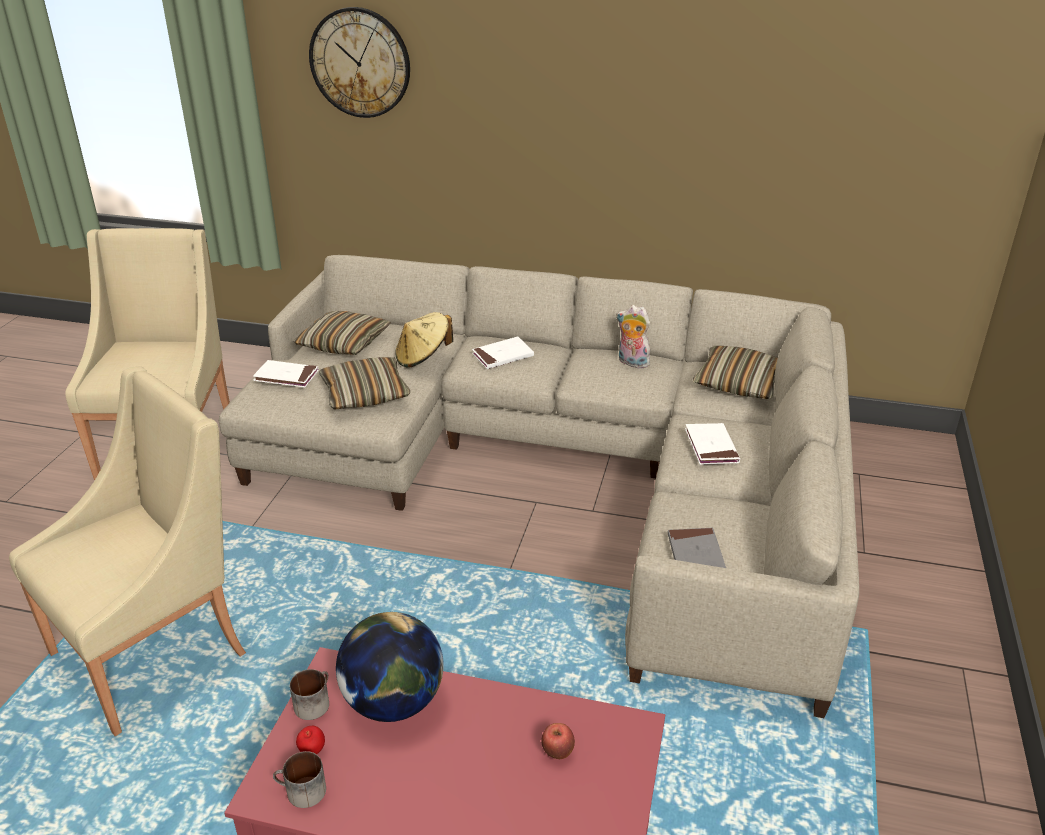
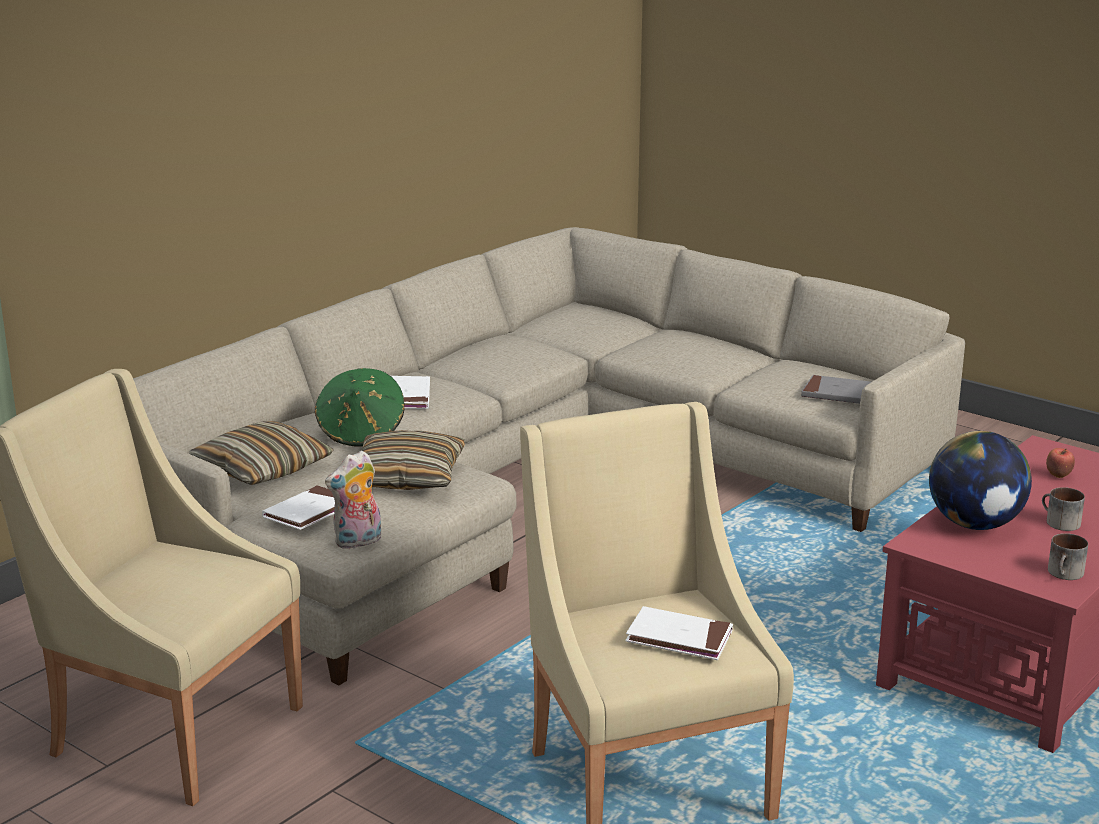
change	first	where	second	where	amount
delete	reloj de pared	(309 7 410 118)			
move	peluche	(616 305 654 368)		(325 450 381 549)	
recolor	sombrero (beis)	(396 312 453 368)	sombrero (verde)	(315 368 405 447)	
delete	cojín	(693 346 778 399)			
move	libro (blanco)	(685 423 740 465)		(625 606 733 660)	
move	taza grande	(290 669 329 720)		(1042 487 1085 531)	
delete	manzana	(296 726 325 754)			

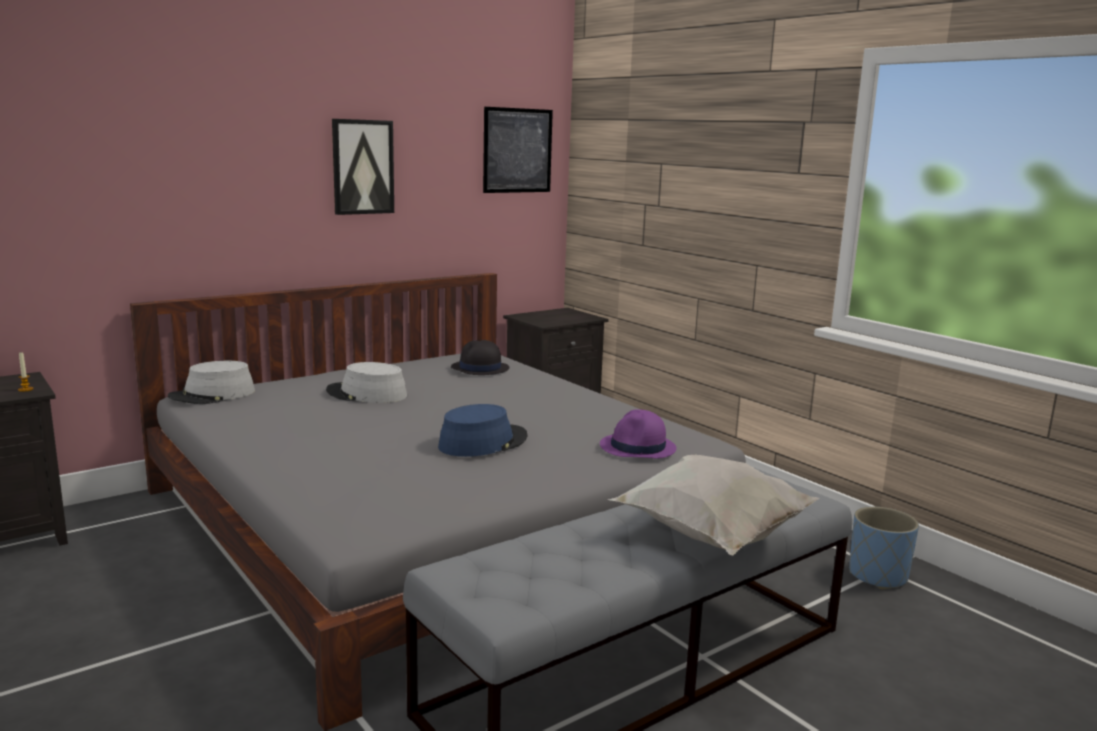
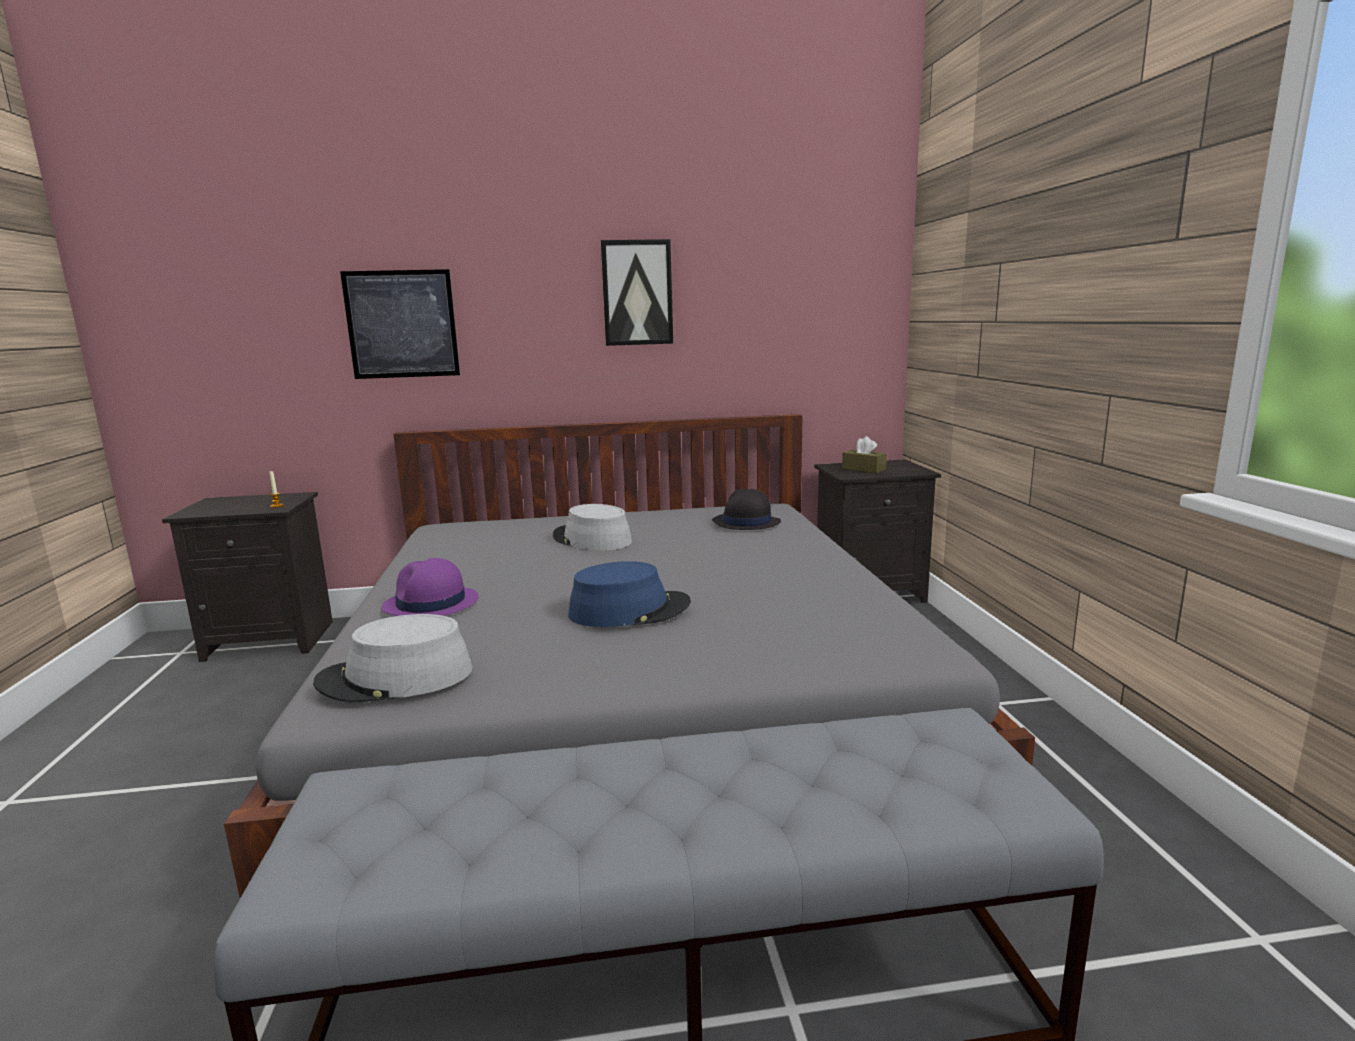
change	first	where	second	where	amount
move	cuadro	(483 107 553 193)		(340 269 460 379)	
move	sombrero (gris)	(168 361 255 404)		(313 614 473 703)	
move	sombrero (morado)	(600 409 677 458)		(381 558 479 616)	
delete	cojín (blanco)	(608 455 820 555)			
delete	maceta (azul)	(849 507 919 589)			
insert			caja de pañuelos (marrón)	(842 436 887 473)	

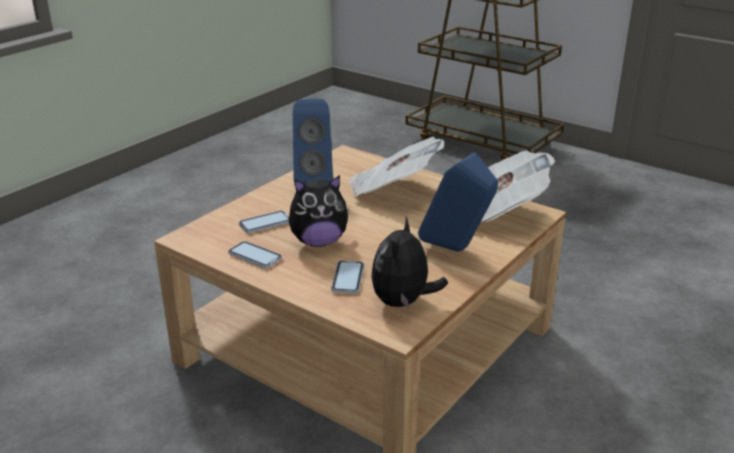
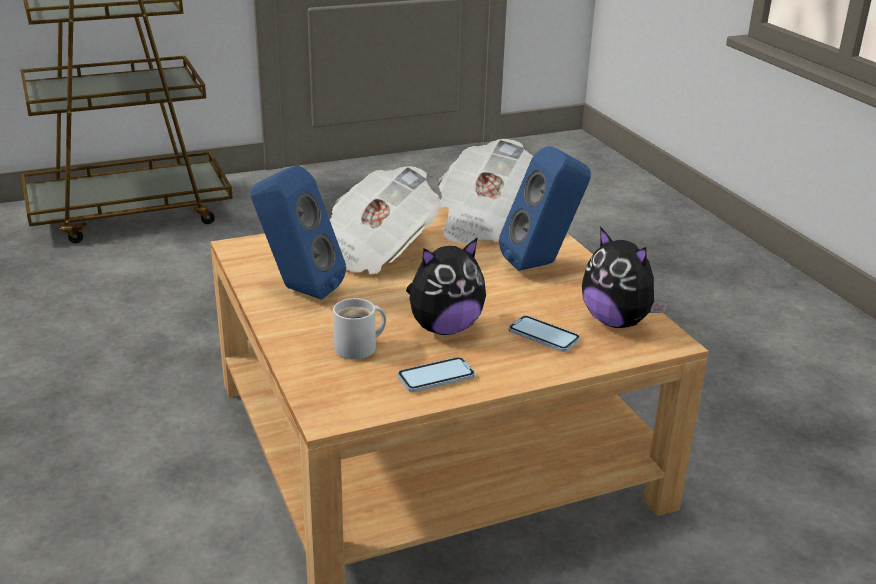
change	first	where	second	where	amount
rotate	peluche	(289 175 349 247)		(406 237 486 335)	45 degrees clockwise
replace	móvil	(239 211 289 233)	taza grande (blanco)	(333 298 386 360)	

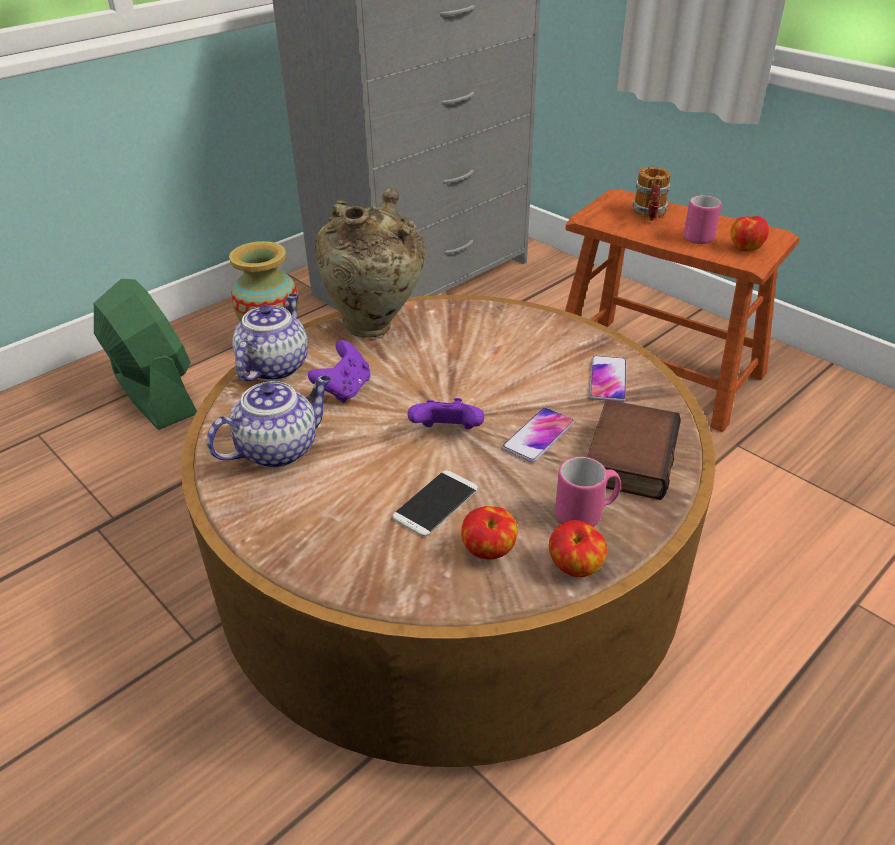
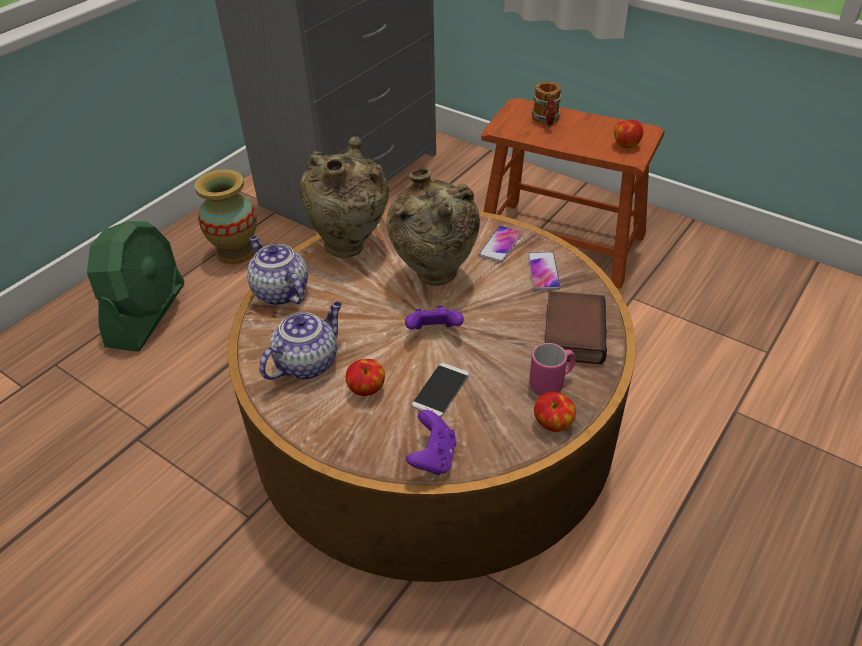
change	first	where	second	where	amount
delete	taza grande (rosa)	(684 195 722 244)			
rotate	ventilador (verde)	(94 279 197 430)		(87 221 184 352)	60 degrees clockwise
rotate	tetera	(232 294 308 381)		(247 236 308 306)	45 degrees counterclockwise
move	mando de consola (morado)	(308 340 371 403)		(406 410 456 475)	
move	móvil	(502 408 574 463)		(479 226 522 263)	
move	manzana	(461 506 518 560)		(346 359 385 396)	
insert			florero (beis)	(386 168 480 286)	

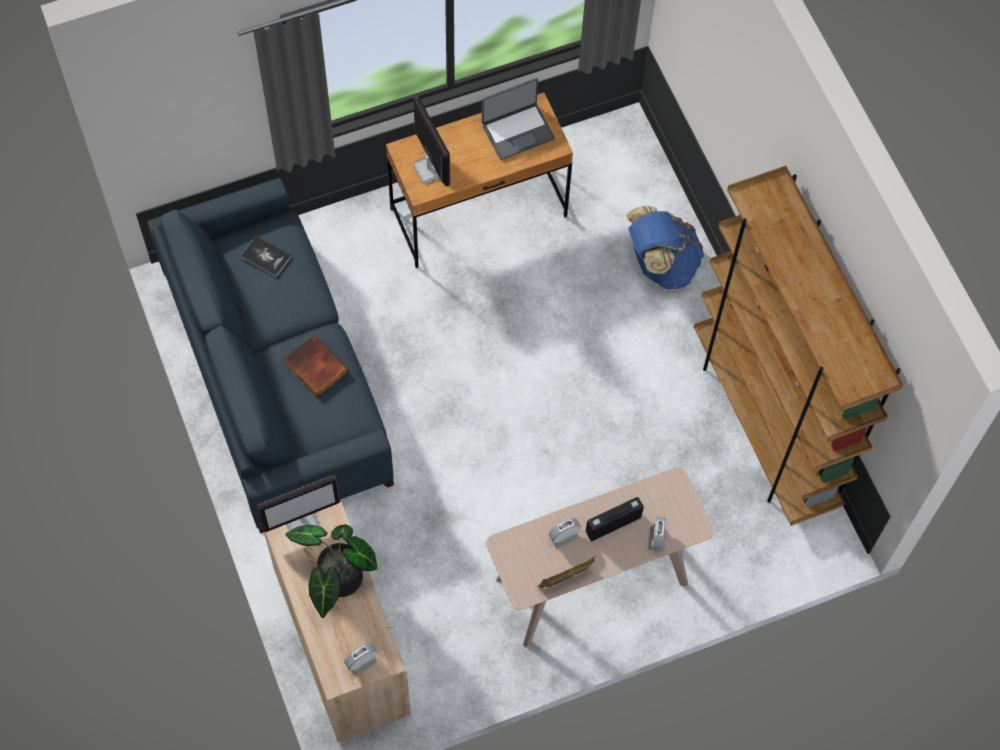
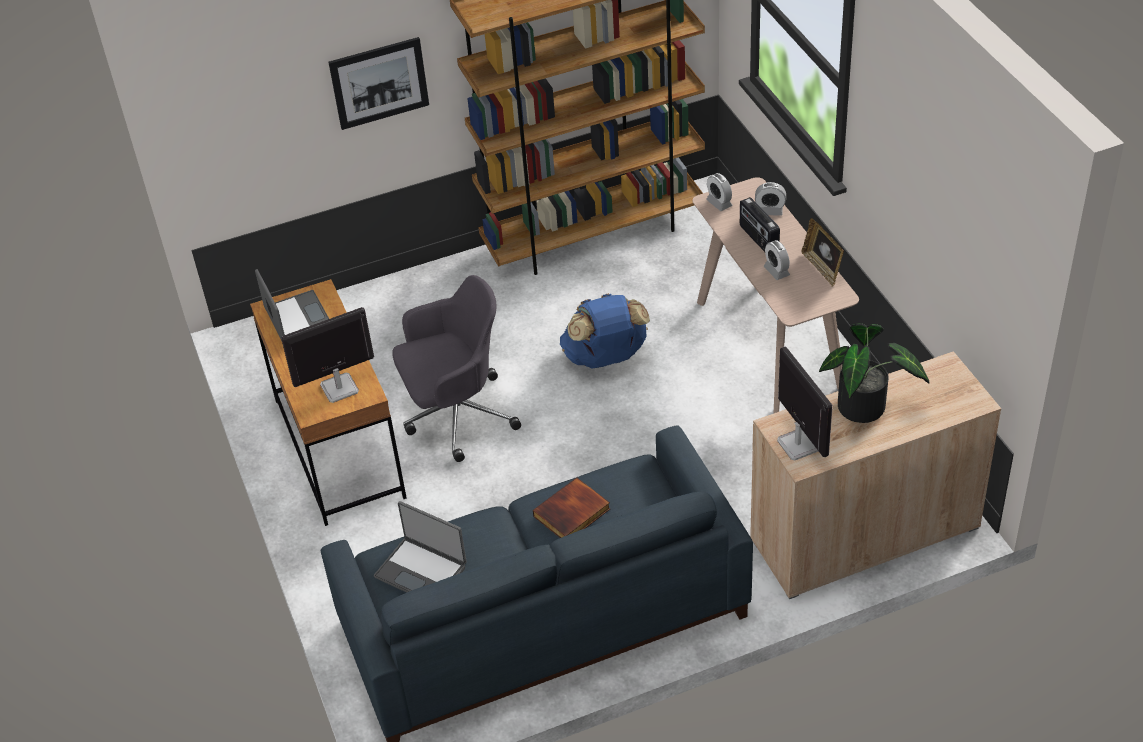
change	first	where	second	where	amount
move	mochila (azul)	(626 205 704 289)		(560 293 650 369)	
replace	libro	(241 236 291 277)	portátil	(374 501 467 593)	
move	despertador	(344 643 377 676)		(706 173 732 211)	
insert			cuadro	(329 37 429 130)	
insert			silla de oficina (gris)	(392 275 521 462)	

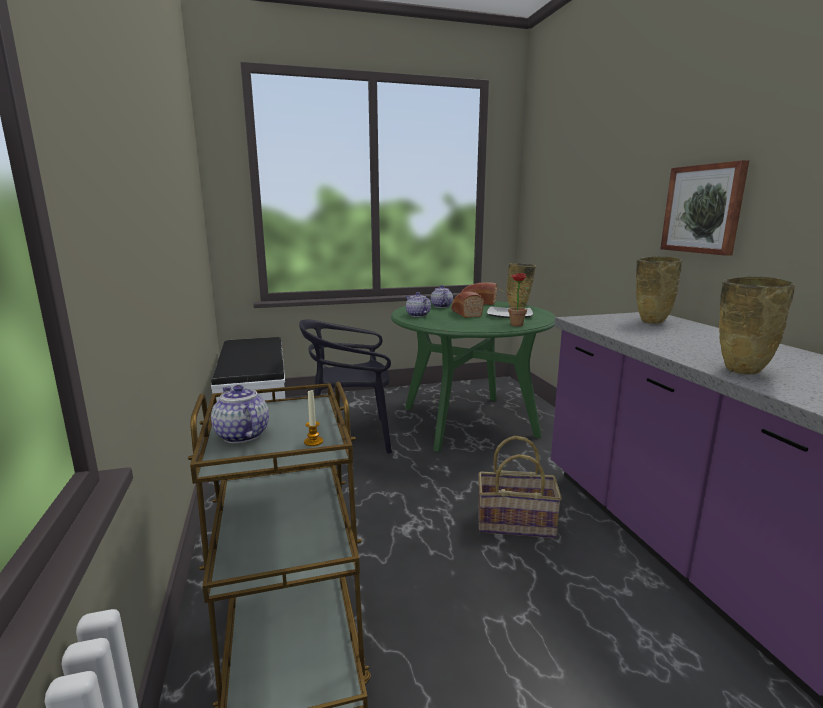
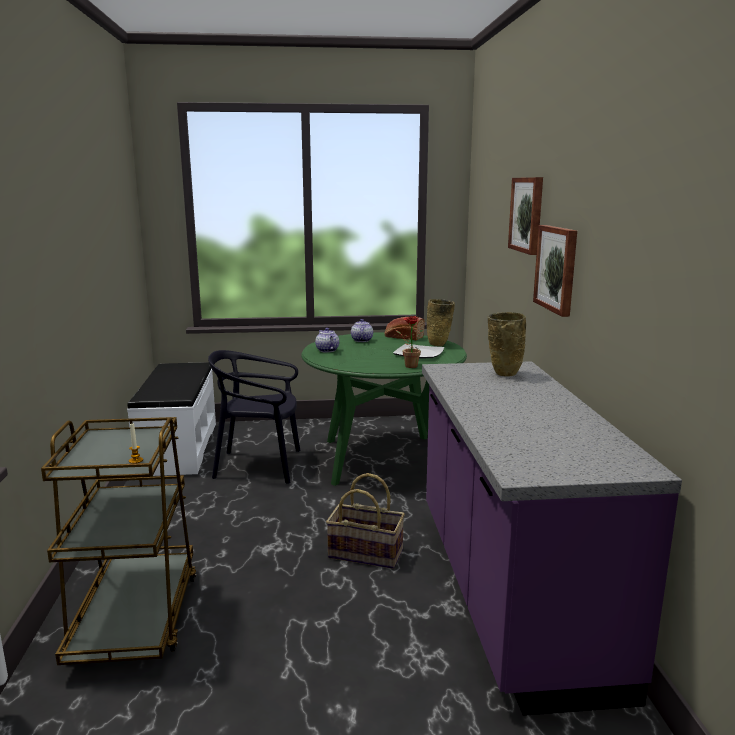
change	first	where	second	where	amount
delete	florero (beis)	(719 276 795 375)			
delete	pan	(451 292 484 318)			
delete	tetera	(211 385 269 443)			
insert			cuadro	(508 177 543 255)	

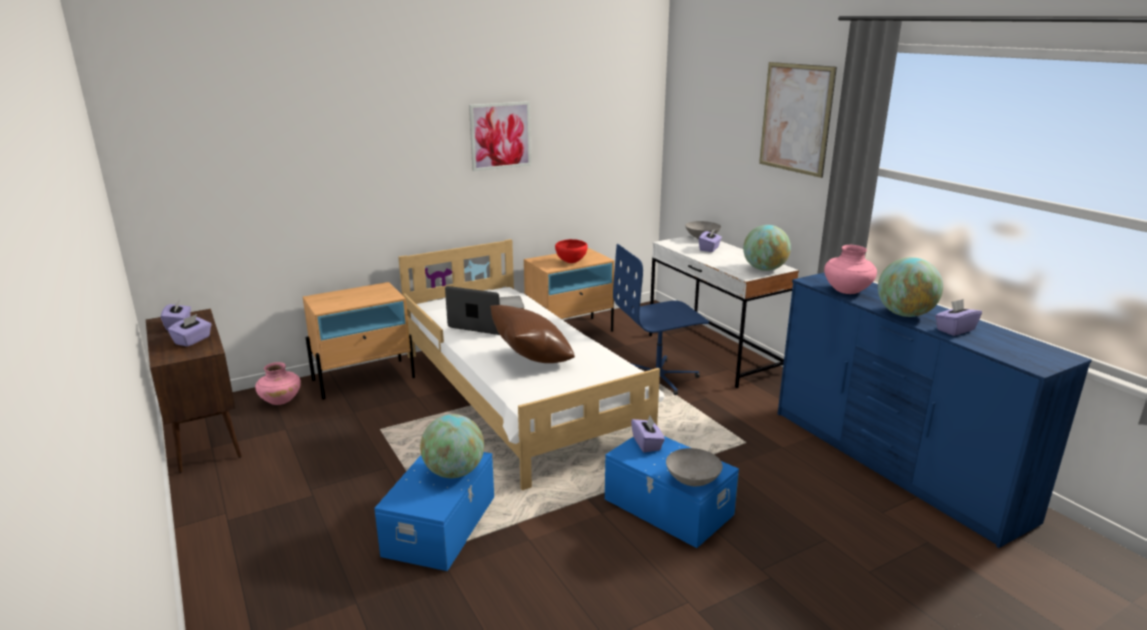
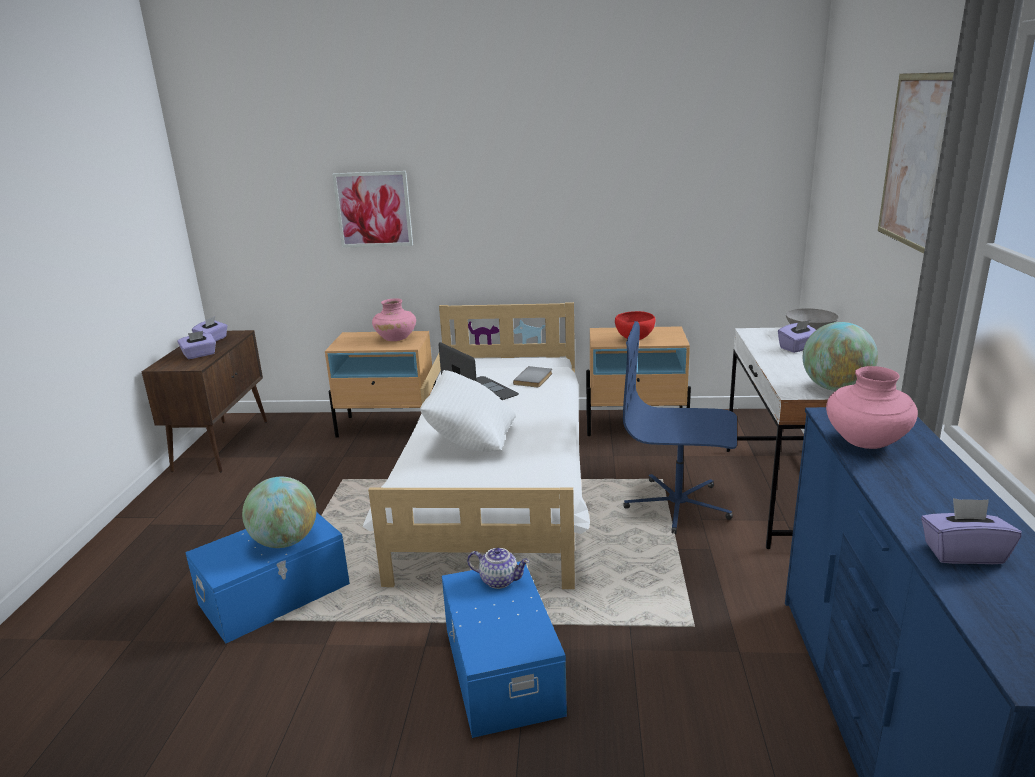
change	first	where	second	where	amount
move	cuadro	(469 101 531 171)		(332 171 413 248)	
delete	globo terráqueo	(878 257 943 317)			
recolor	cojín (marrón)	(490 305 575 363)	cojín (blanco)	(420 370 516 452)	
move	florero (rosa)	(255 362 301 405)		(372 298 416 341)	
replace	caja de pañuelos (morado)	(631 416 665 453)	tetera	(467 548 530 589)	
delete	cuenco (gris)	(666 448 723 486)			

